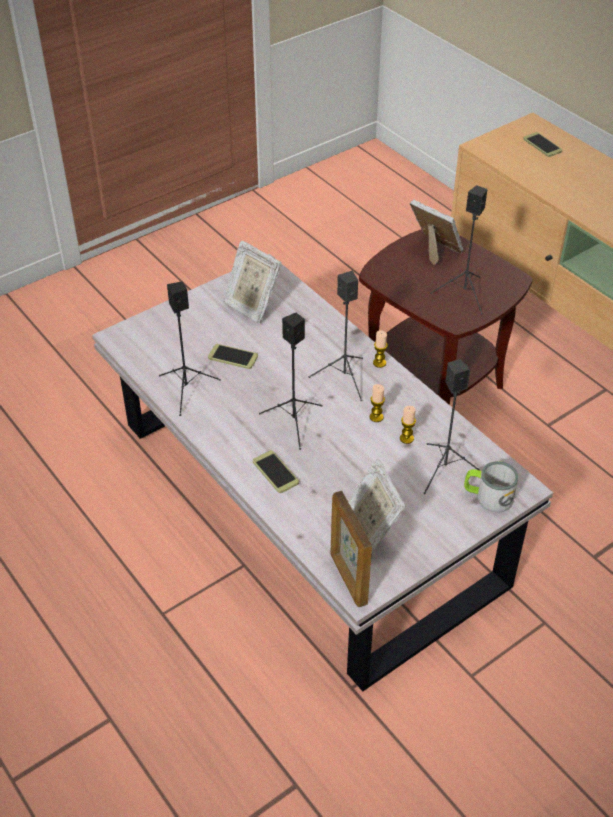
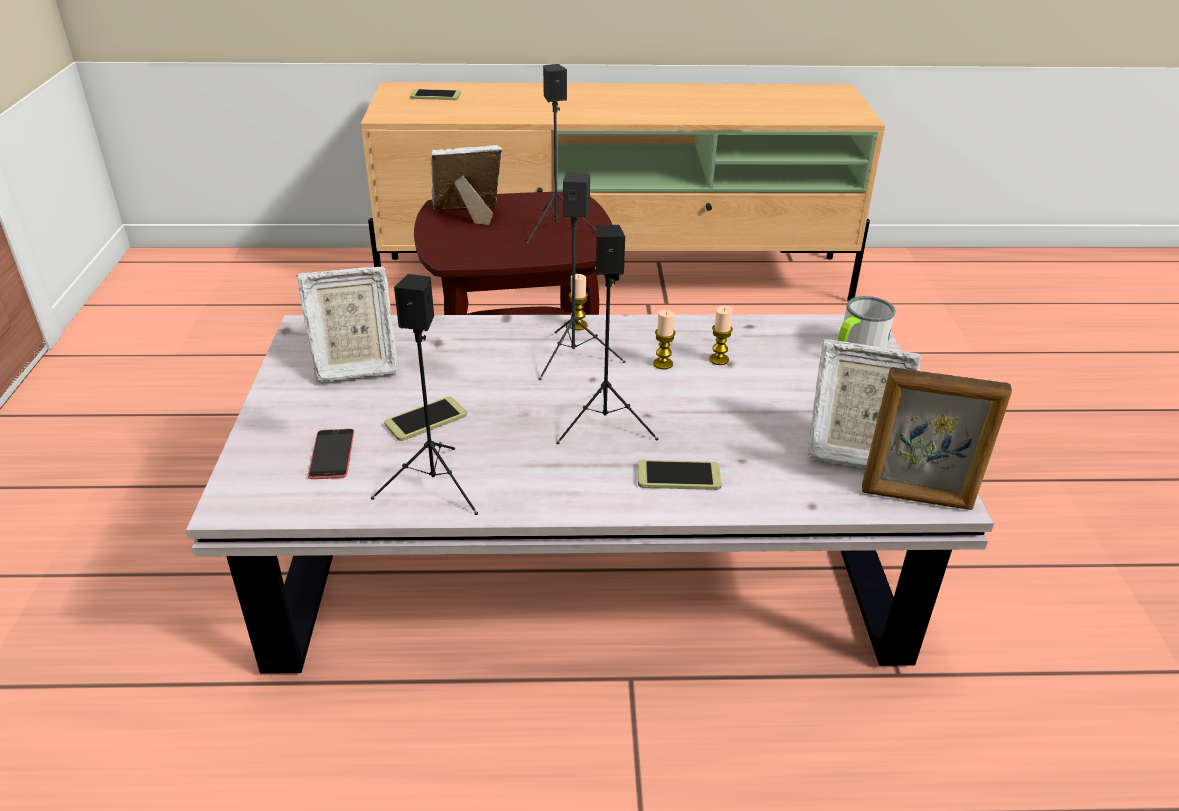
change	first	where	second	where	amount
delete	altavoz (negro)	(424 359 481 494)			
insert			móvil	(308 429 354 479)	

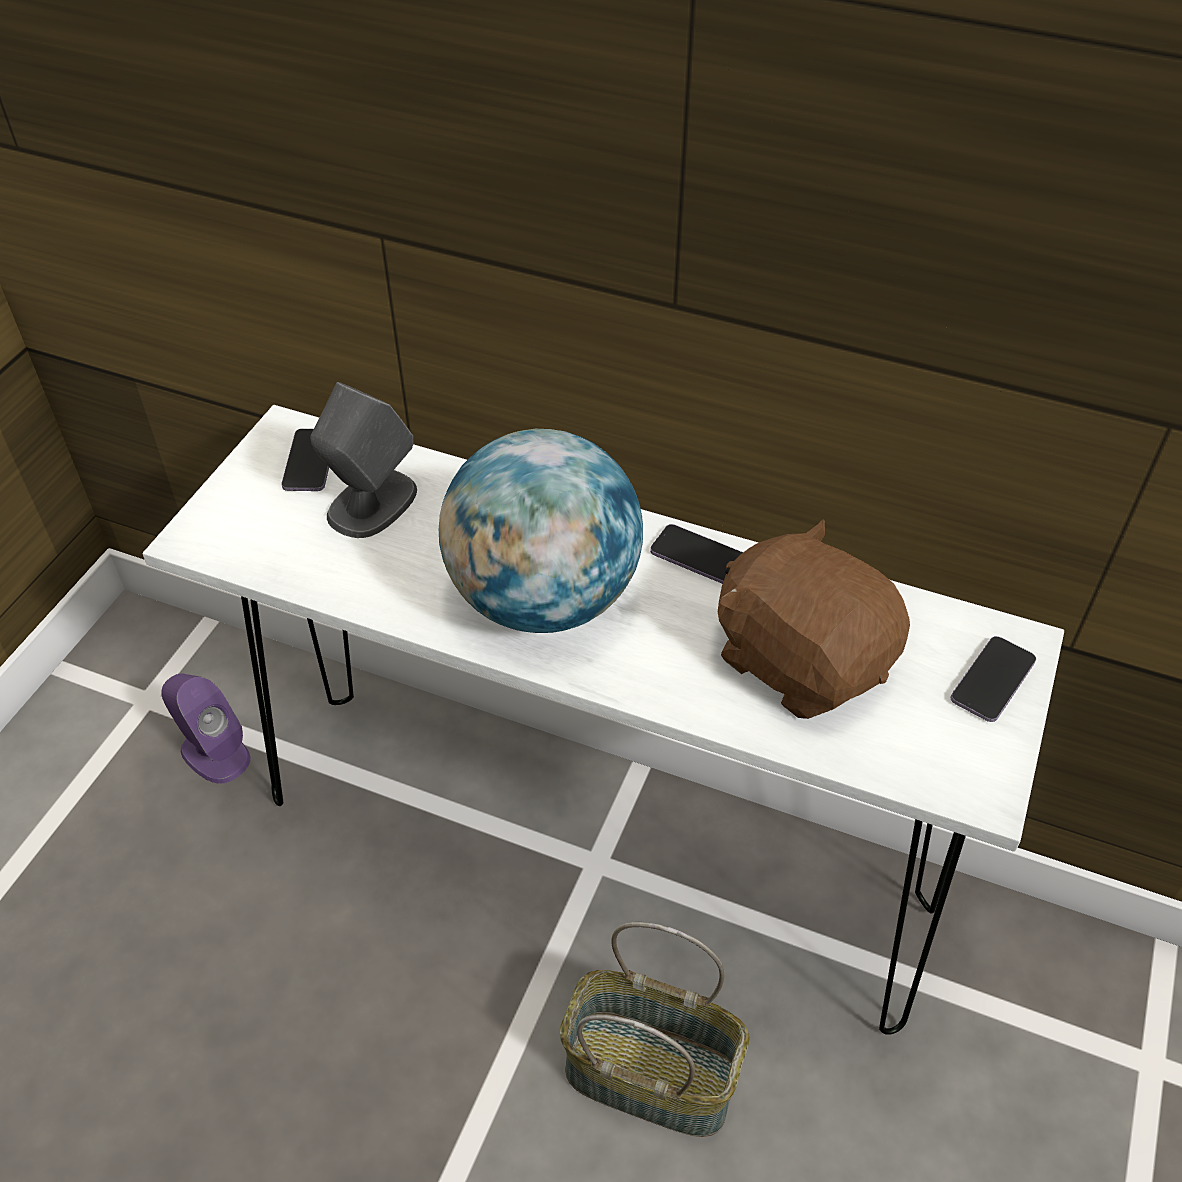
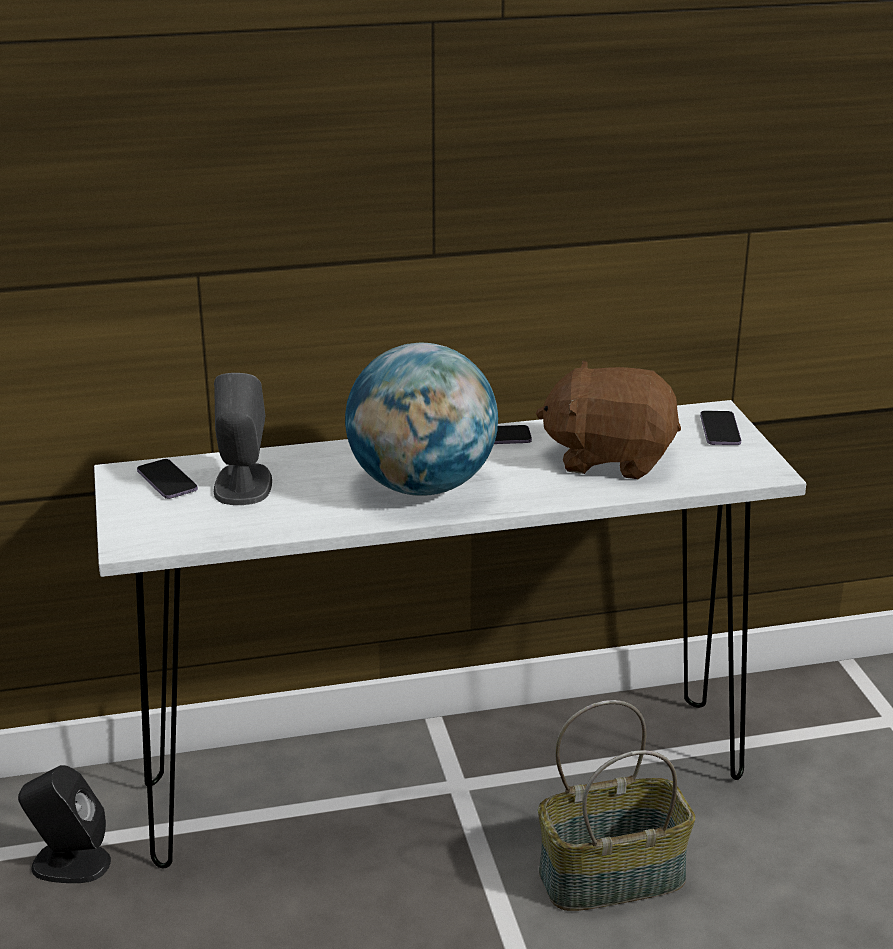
change	first	where	second	where	amount
recolor	altavoz (morado)	(161 674 251 784)	altavoz (negro)	(18 765 111 883)	

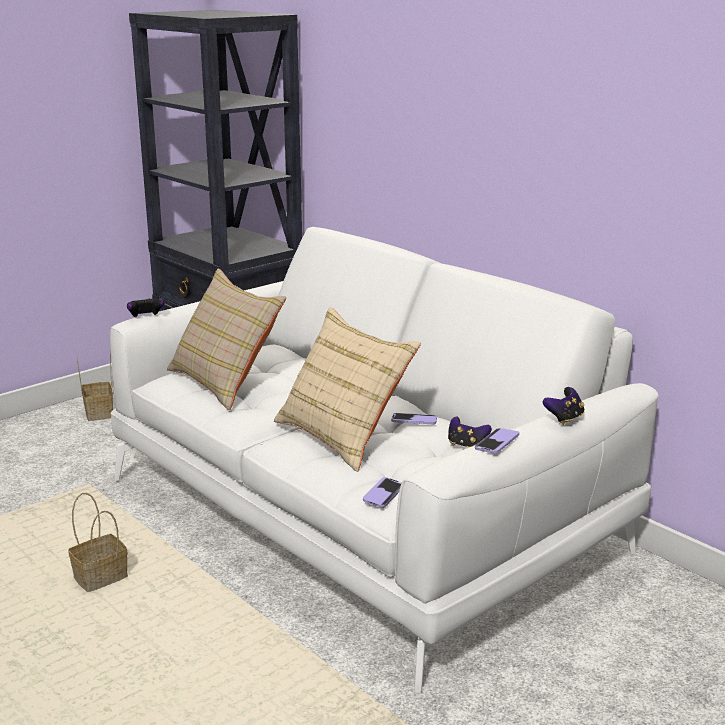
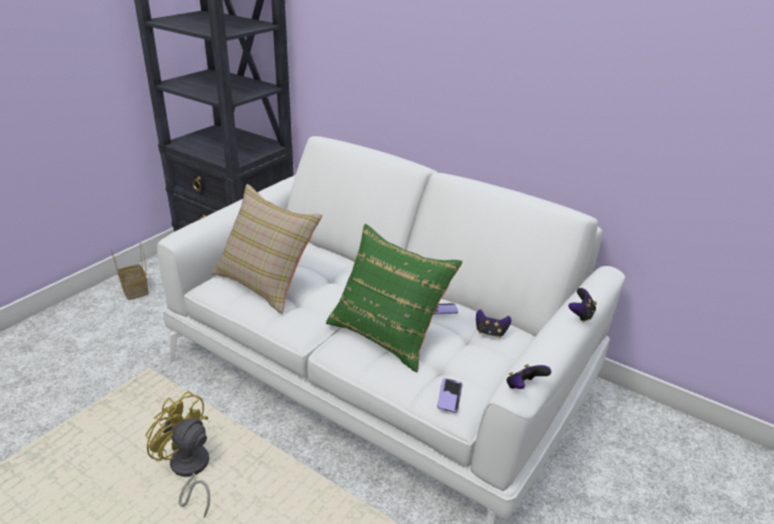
change	first	where	second	where	amount
move	mando de consola	(127 298 164 317)		(506 364 551 389)	
recolor	cojín (beis)	(274 307 421 472)	cojín (verde)	(326 224 462 372)	
delete	móvil	(475 428 519 453)			
replace	cesta	(68 493 128 592)	ventilador (amarillo)	(145 391 210 518)	

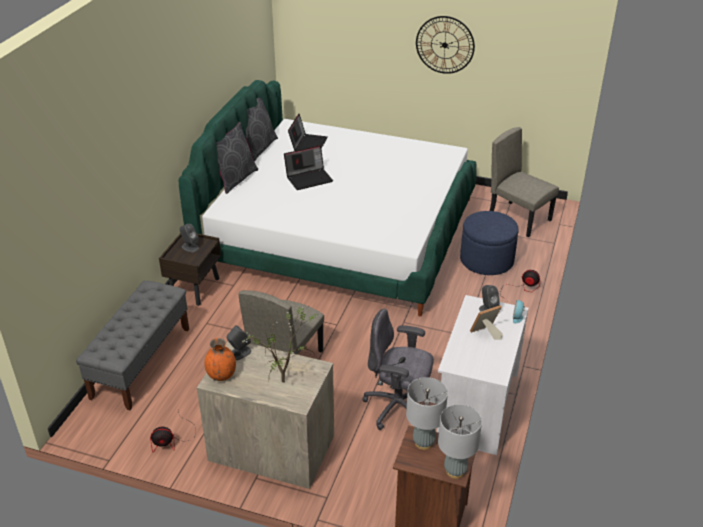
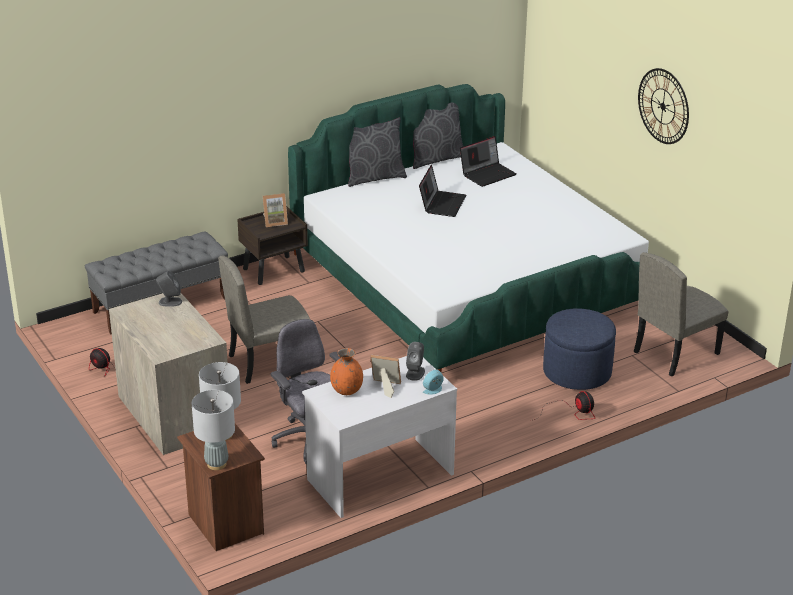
change	first	where	second	where	amount
rotate	silla (beis)	(489 127 559 237)		(634 252 729 377)	120 degrees counterclockwise
rotate	portátil	(284 145 333 190)		(419 165 466 217)	90 degrees counterclockwise
replace	altavoz (gris)	(179 224 199 252)	portarretratos	(263 193 288 227)	
delete	planta en maceta	(239 307 318 382)			
move	florero (naranja)	(204 338 236 381)		(330 348 363 395)	

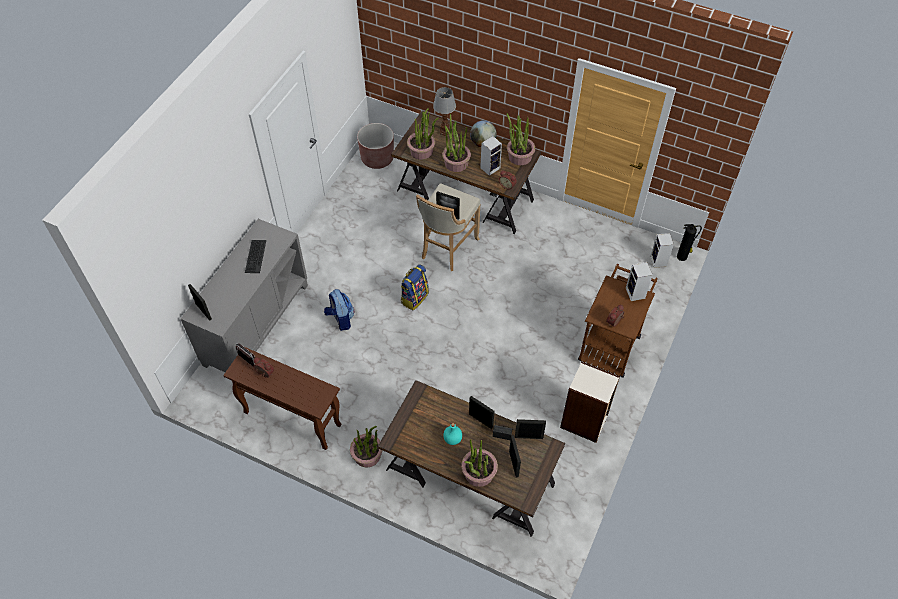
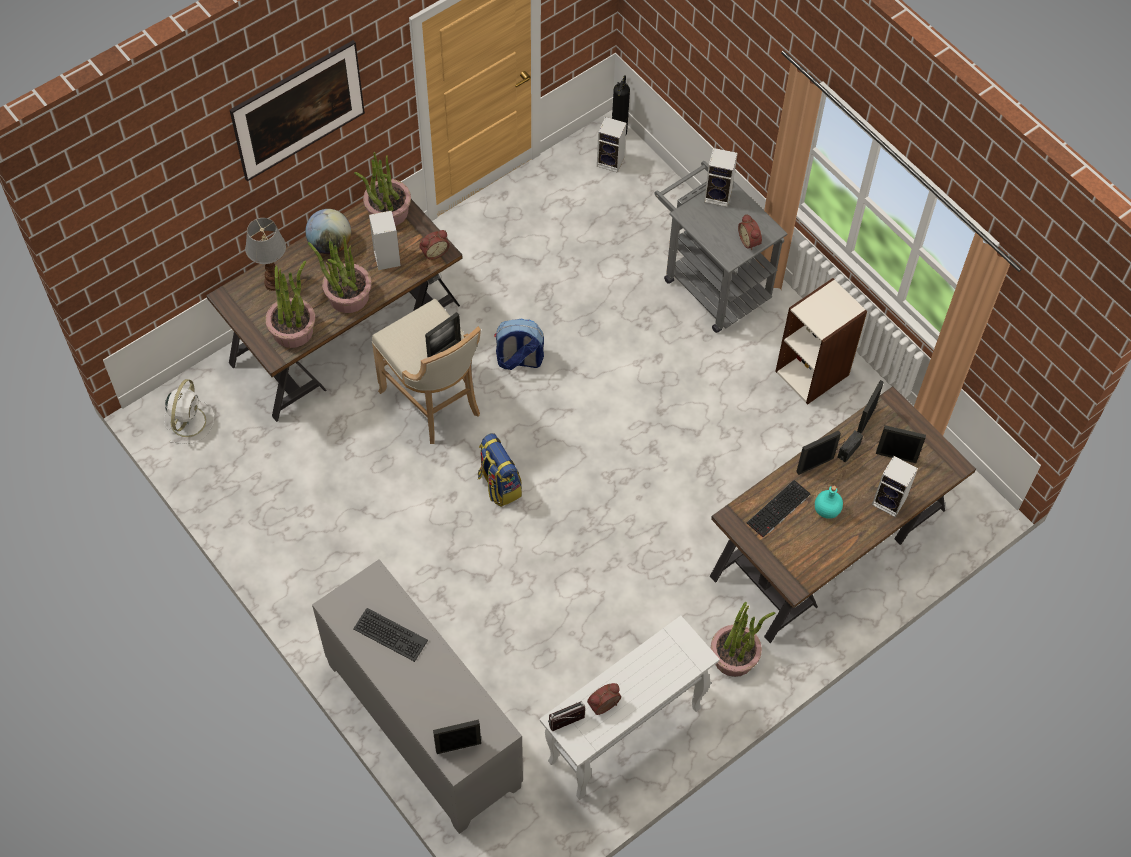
change	first	where	second	where	amount
replace	maceta (marrón)	(357 123 394 169)	ventilador (blanco)	(164 379 214 444)	
recolor	carrito (marrón)	(578 264 658 378)	carrito (gris)	(654 161 788 333)	
move	mochila	(324 289 354 331)		(494 319 544 370)	
recolor	mesa consola (marrón)	(223 347 342 450)	mesa consola (blanco)	(540 615 720 800)	
replace	planta en maceta	(461 439 498 487)	altavoz	(872 456 918 517)	
insert			cuadro	(230 40 365 181)	
insert			teclado	(747 480 810 538)	

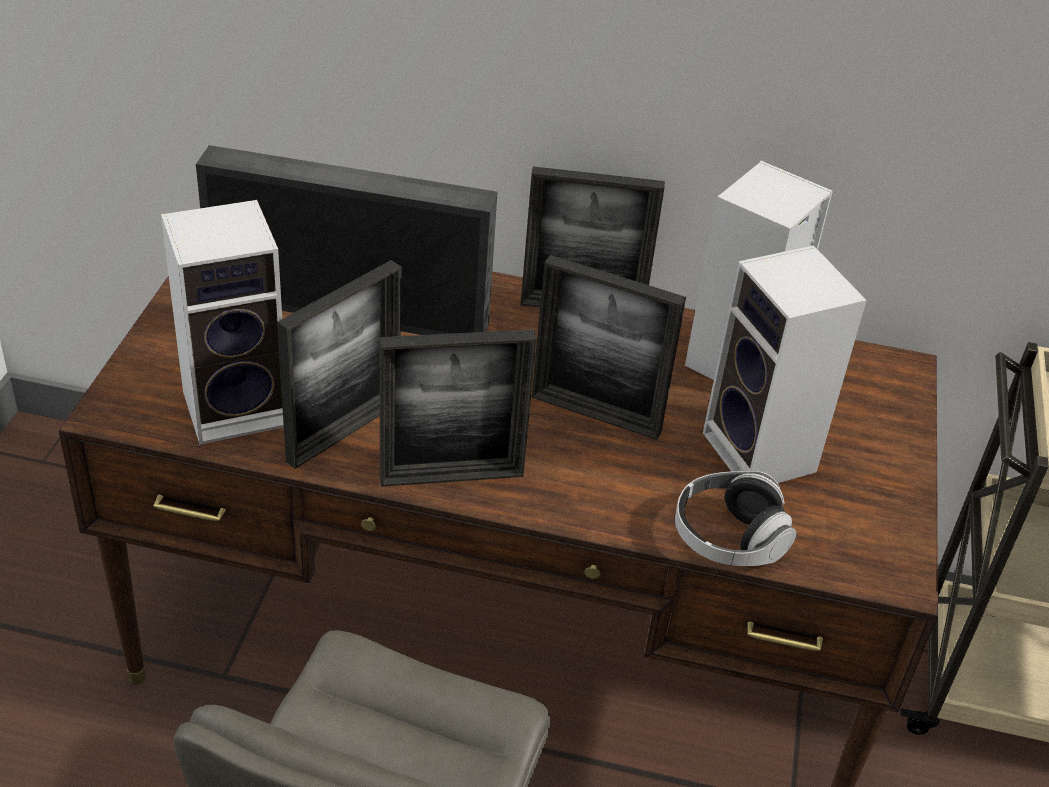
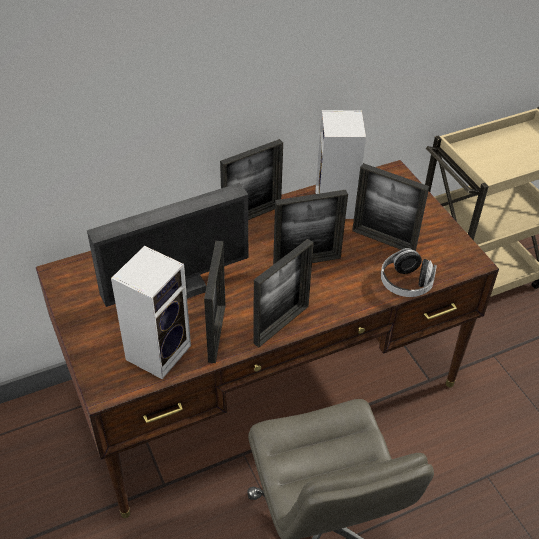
change	first	where	second	where	amount
replace	altavoz	(703 245 867 483)	portarretratos	(352 163 429 251)	

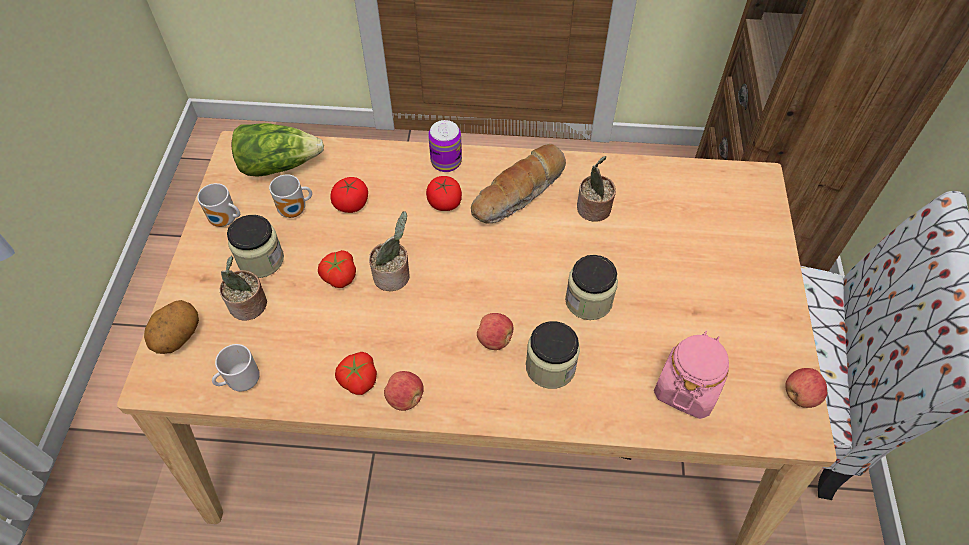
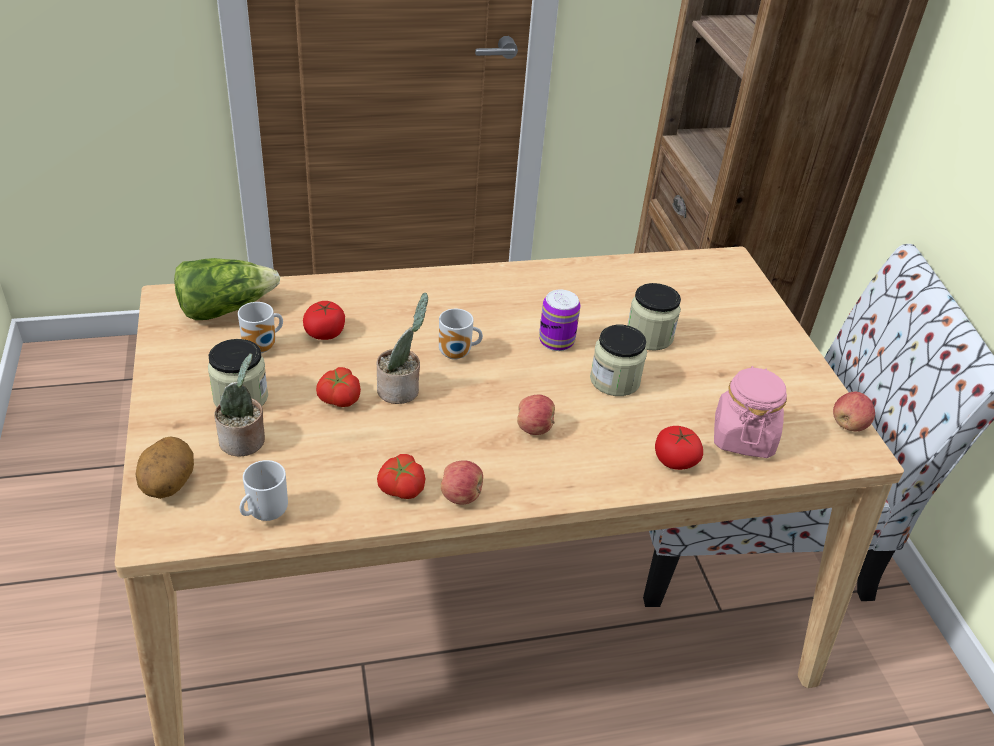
change	first	where	second	where	amount
move	lata	(428 120 462 172)		(539 289 581 351)	
delete	pan	(471 144 566 223)			
delete	planta en maceta	(577 156 616 222)			
move	tomate	(426 176 462 211)		(655 426 703 470)	
move	taza grande	(197 183 240 227)		(439 309 483 360)	
move	tarro	(526 321 580 389)		(627 283 681 351)	

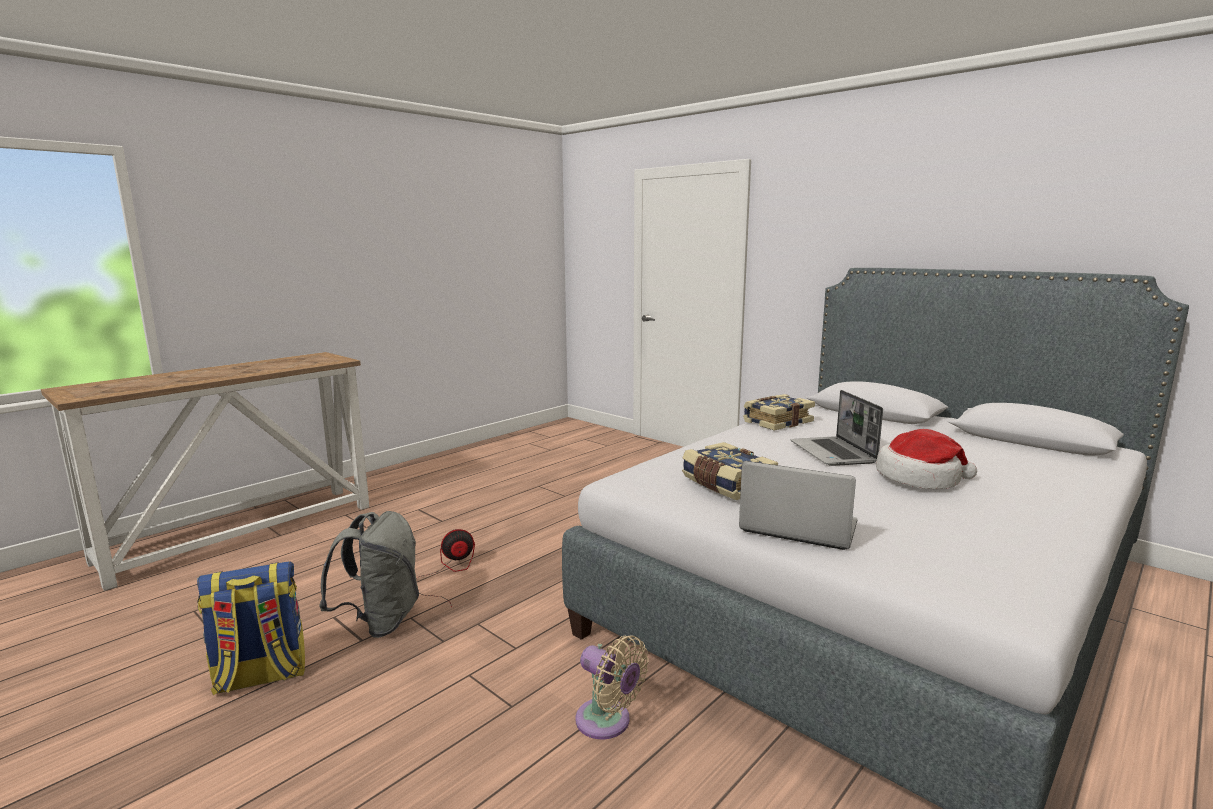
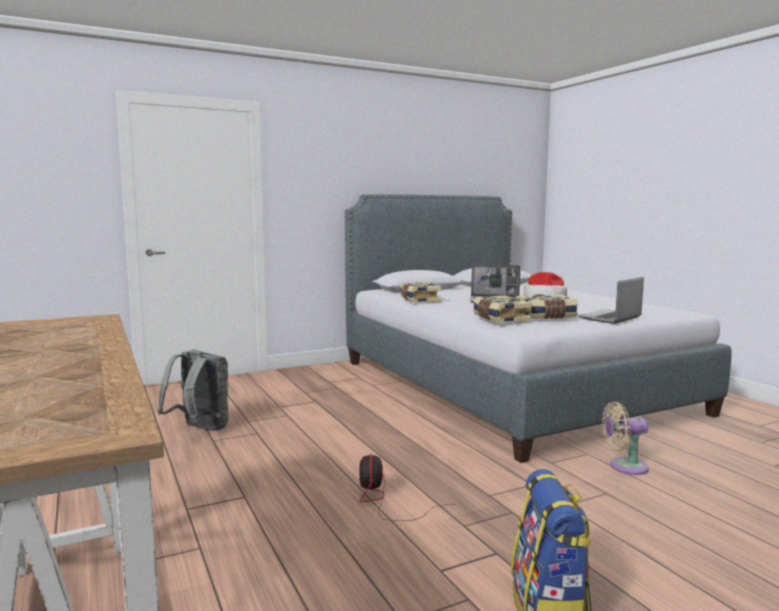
change	first	where	second	where	amount
move	mochila (gris)	(319 511 419 638)		(157 350 229 431)	
rotate	ventilador (beis)	(576 635 649 740)		(602 402 649 475)	150 degrees counterclockwise
insert			libro	(473 296 532 323)	

